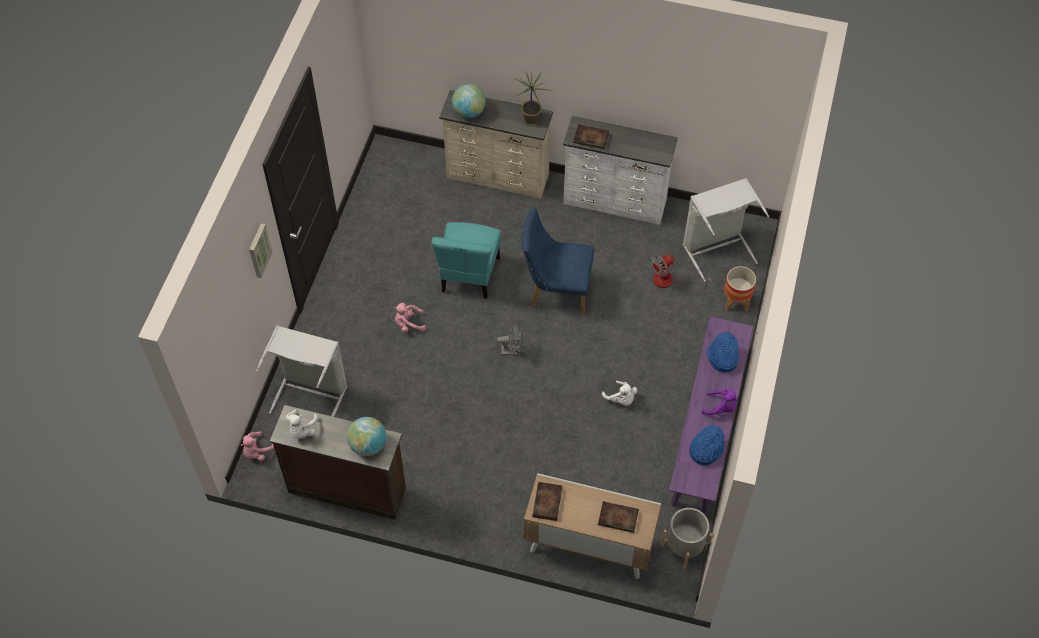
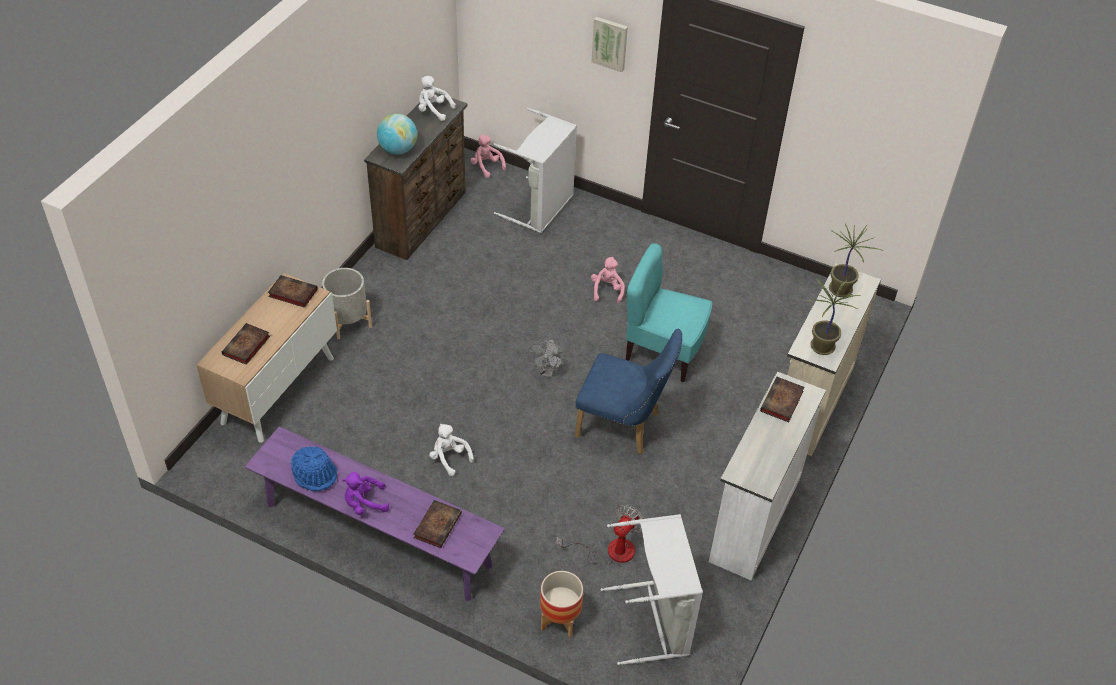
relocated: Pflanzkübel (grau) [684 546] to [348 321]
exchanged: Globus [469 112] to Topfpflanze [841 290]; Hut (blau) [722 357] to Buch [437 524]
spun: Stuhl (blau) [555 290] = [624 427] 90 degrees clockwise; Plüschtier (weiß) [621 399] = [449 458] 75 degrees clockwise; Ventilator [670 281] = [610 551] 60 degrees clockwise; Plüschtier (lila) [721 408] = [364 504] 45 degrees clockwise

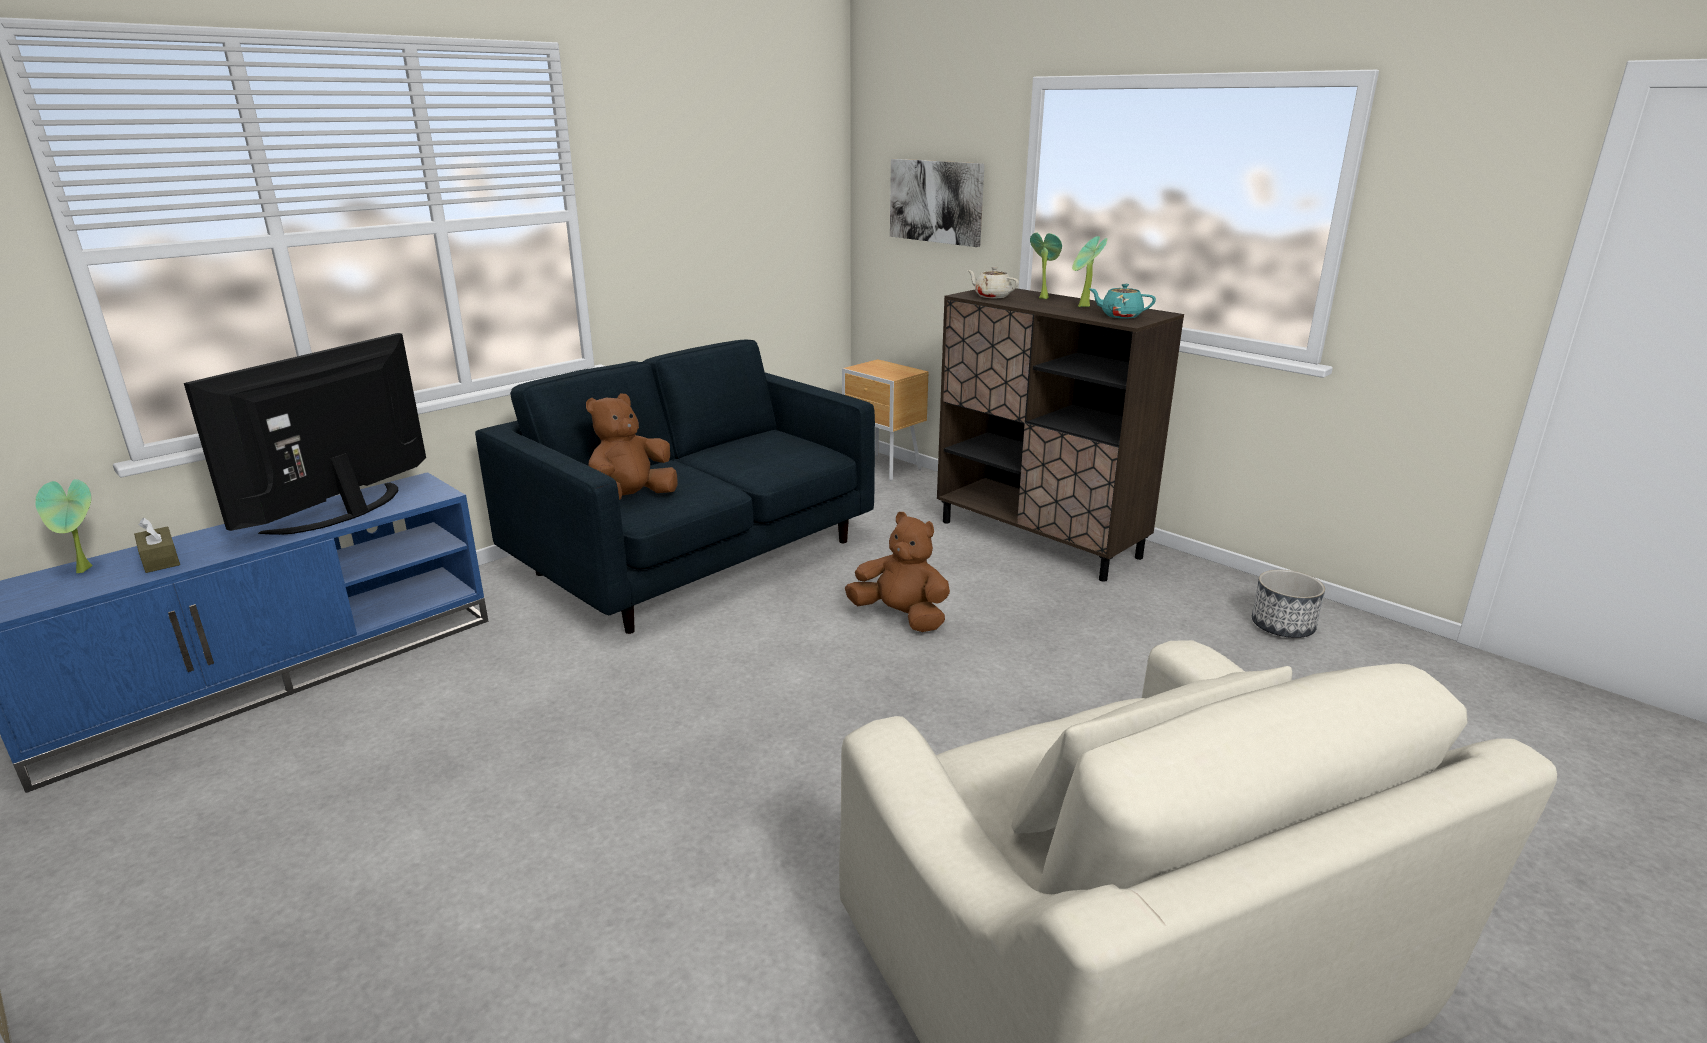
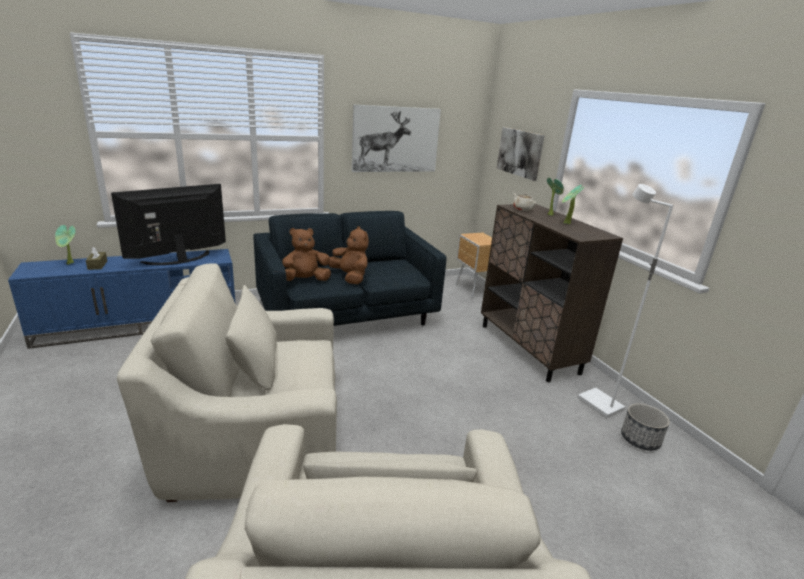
missing: Teekanne (türkis) [1120 316]
appeared: Sessel (beige) [254 433]; Bild [395 139]; Stehlampe (weiß) [599 404]
relocated: Plüschtier (braun) [901 617] to [350 277]

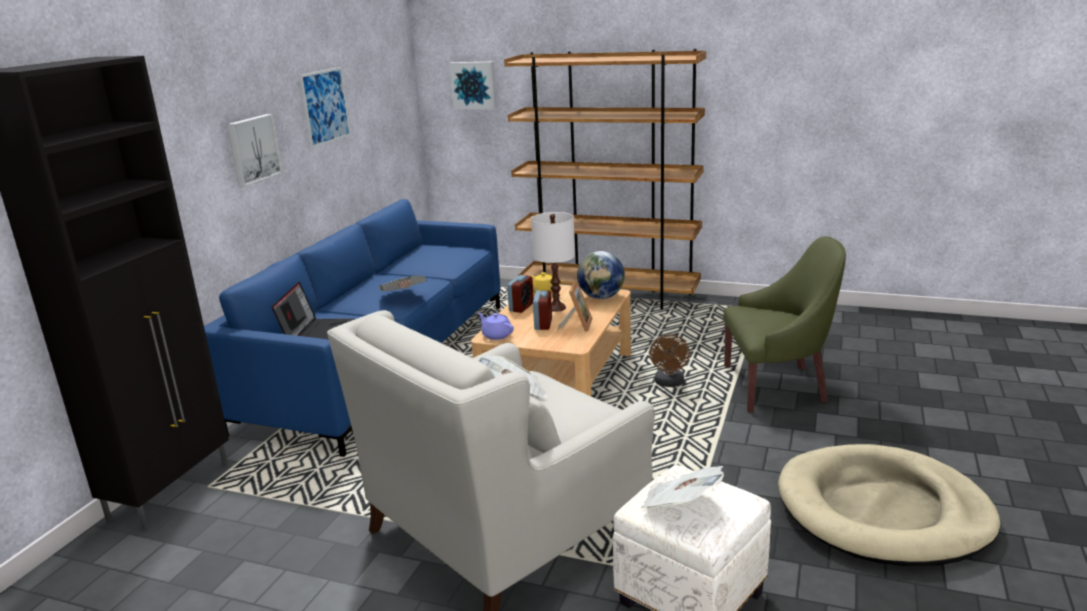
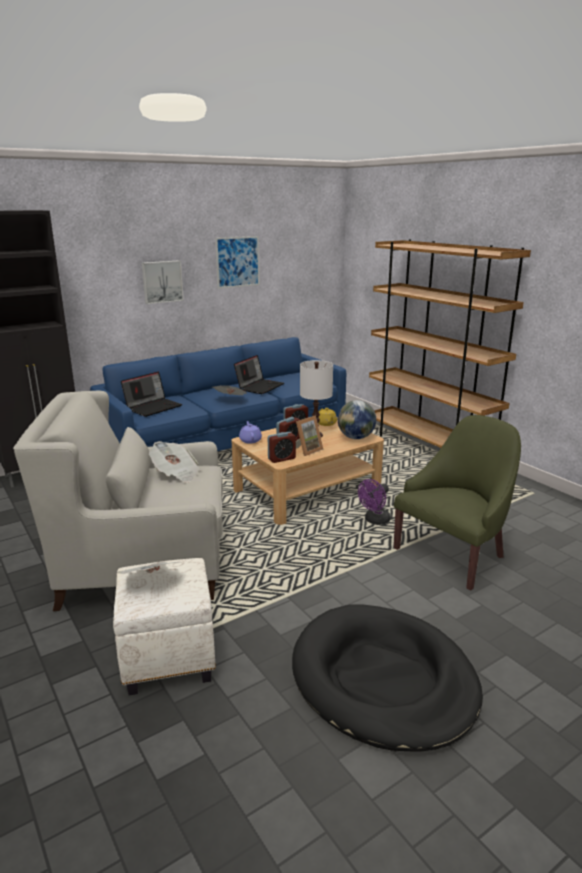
missing: Bild [474 85]
appeared: Laptop [259 386]; Wecker [281 459]
colour: Ventilator (braun) [669 383] to Ventilator (lila) [374 521]; Hundebett (beige) [883 511] to Hundebett (schwarz) [383 680]
spun: Sessel (grün) [777 385] = [453 554] 75 degrees counterclockwise

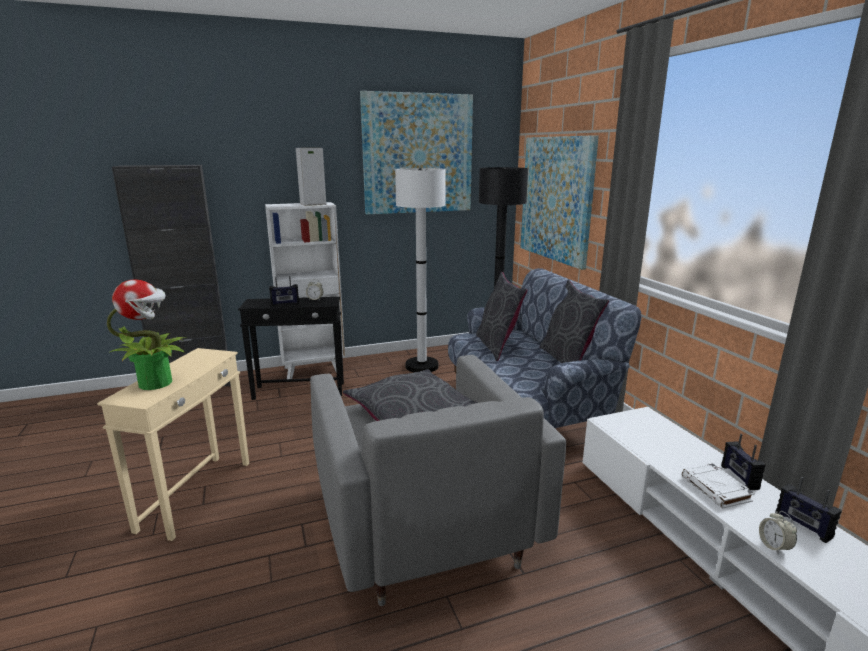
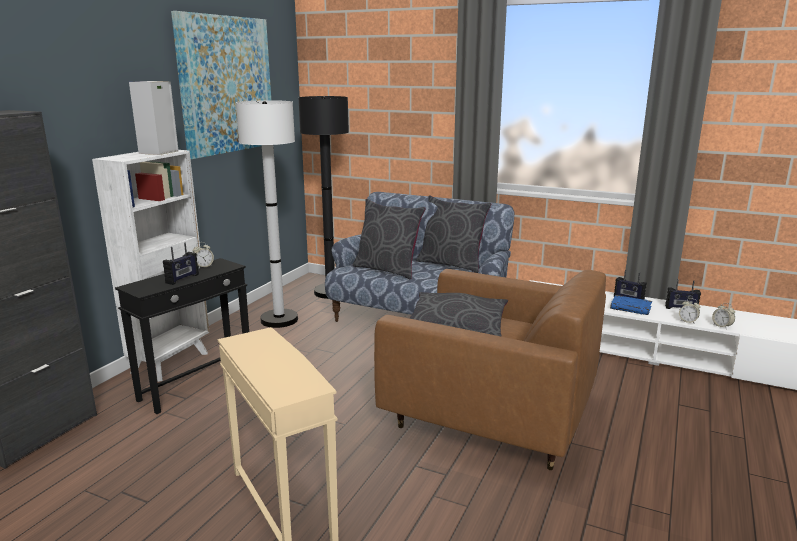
missing: Topfpflanze [157 383]; Bild [556 199]
appeared: Wecker [722 326]
colour: Sessel (grau) [423 524] to Sessel (braun) [490 417]; Buch (weiß) [716 489] to Buch (blau) [631 308]

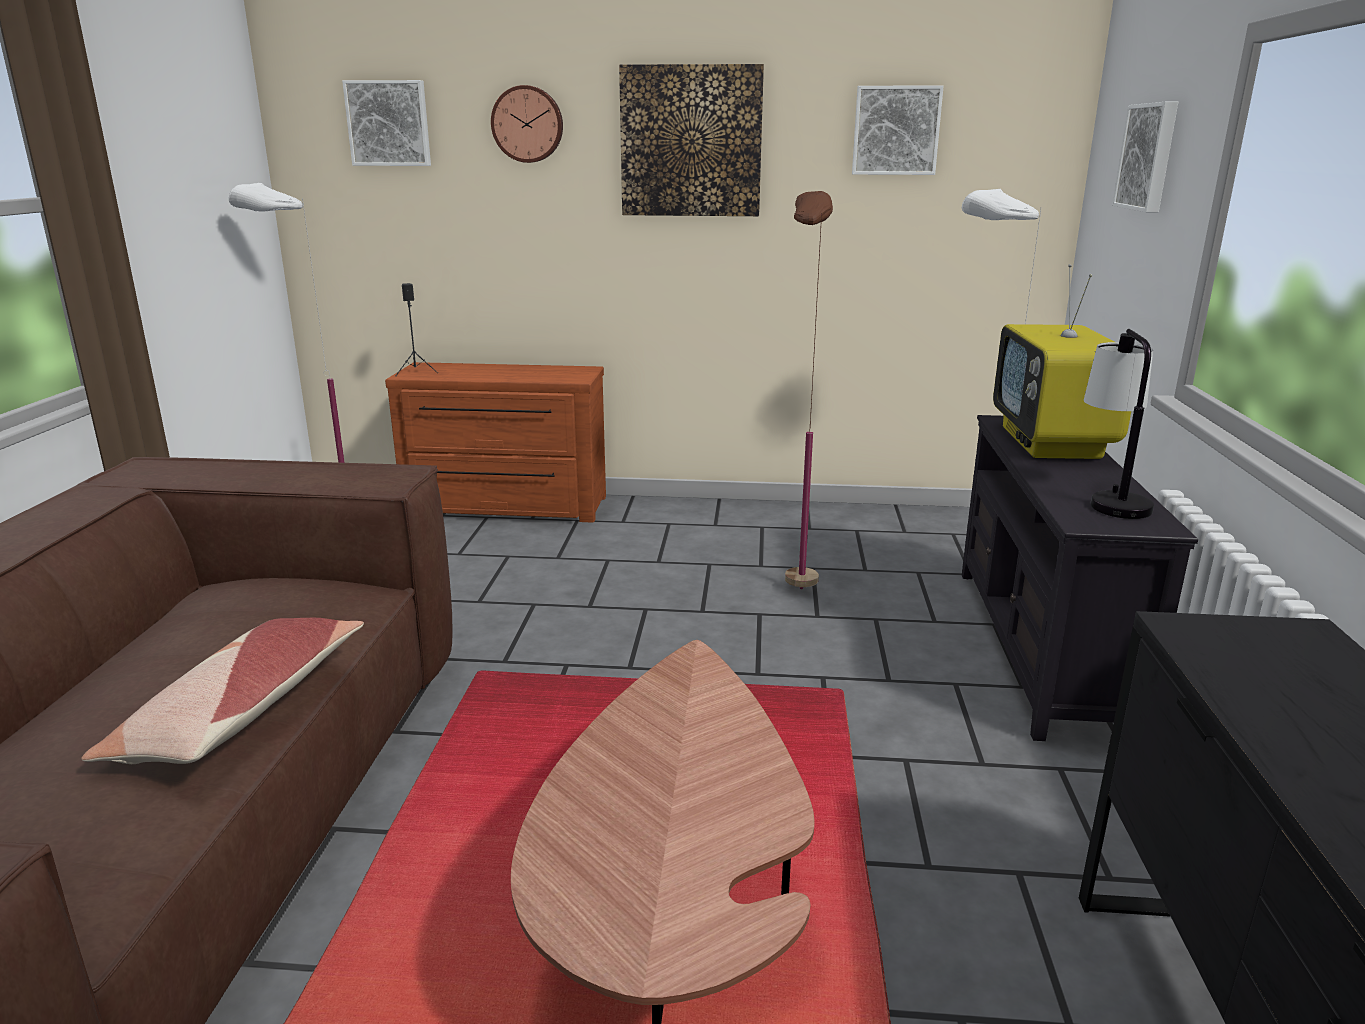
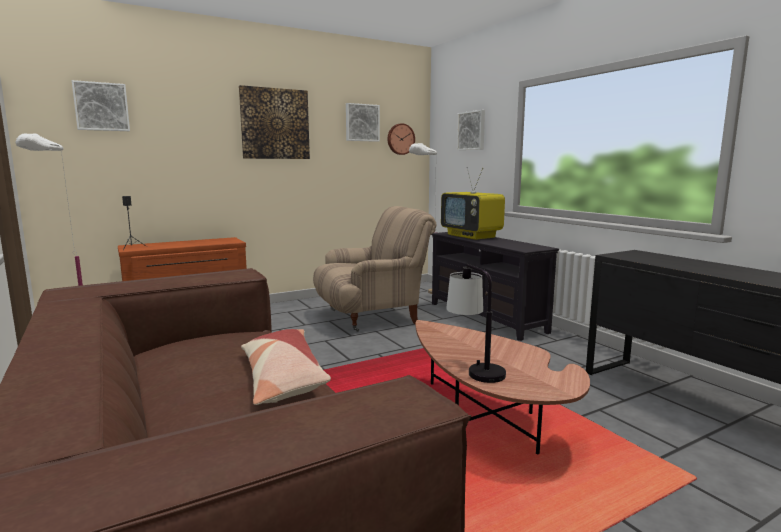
relocated: Wanduhr [528 124] to [400 139]; Tischlampe [1109 498] to [474 369]
exchanged: Stehlampe (braun) [796 576] to Sessel (beige) [372 317]

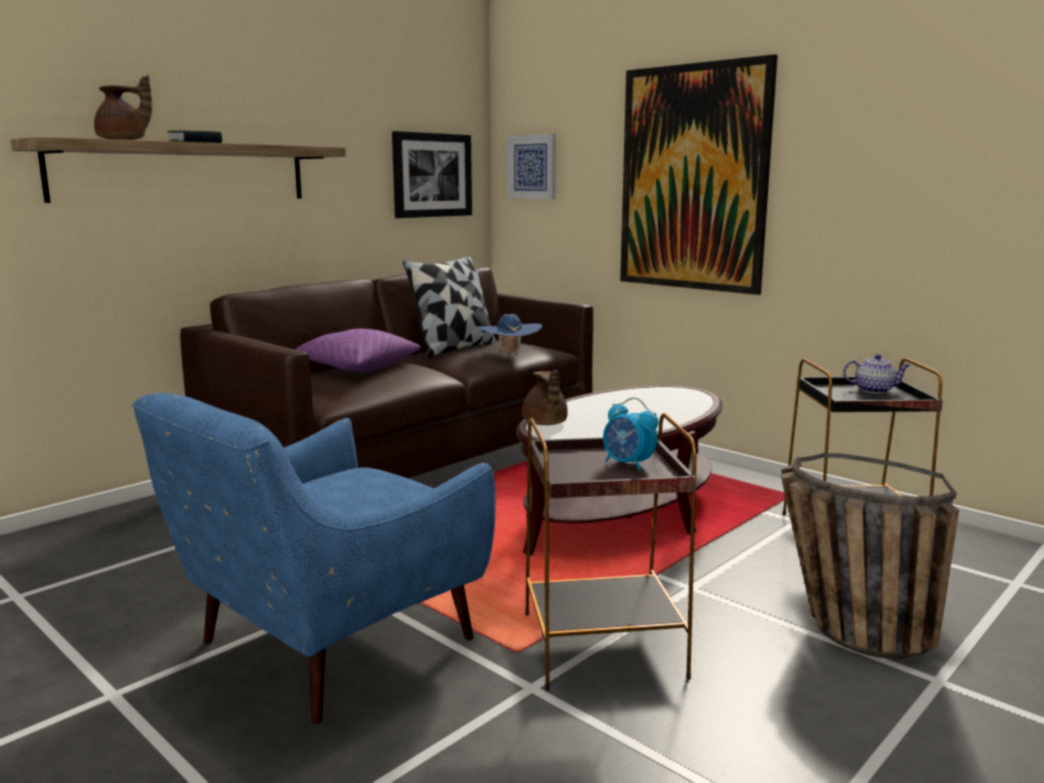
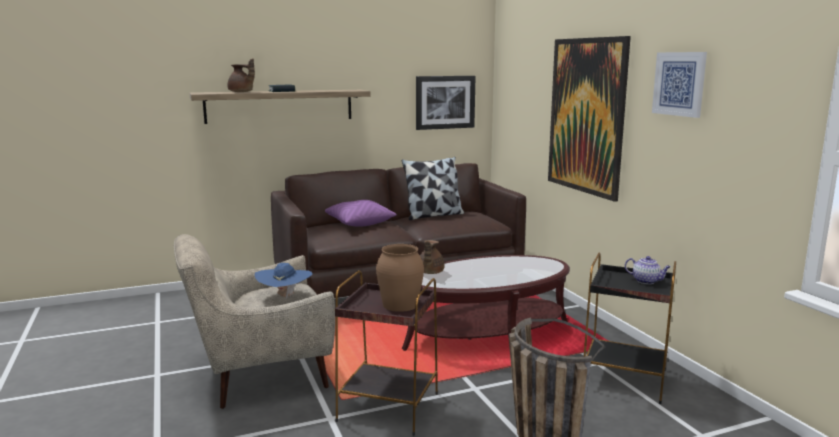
relocated: Hut (blau) [509 353] to [285 296]; Bild [532 167] to [679 84]
exchanged: Wecker [628 464] to Vase (braun) [400 305]
colour: Sessel (blau) [325 646] to Sessel (beige) [258 375]

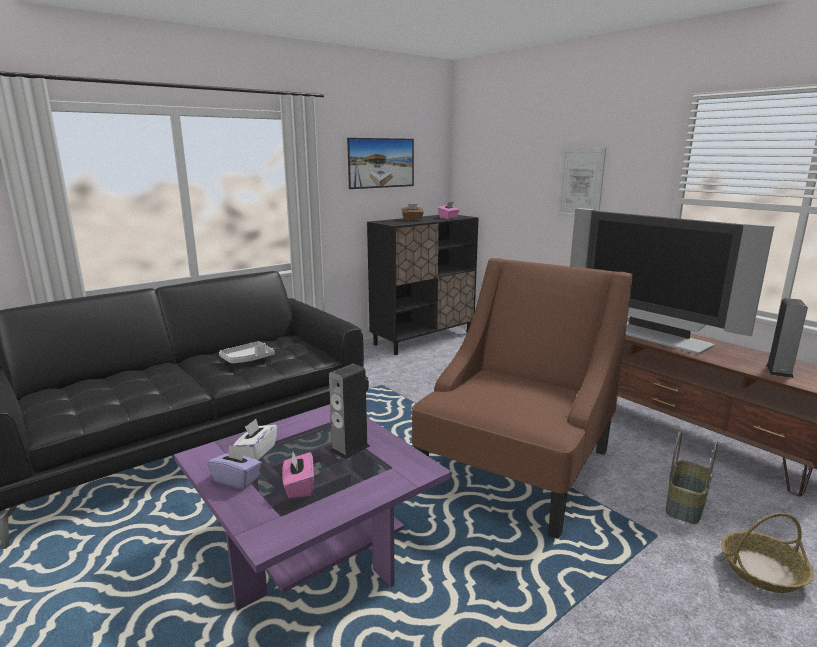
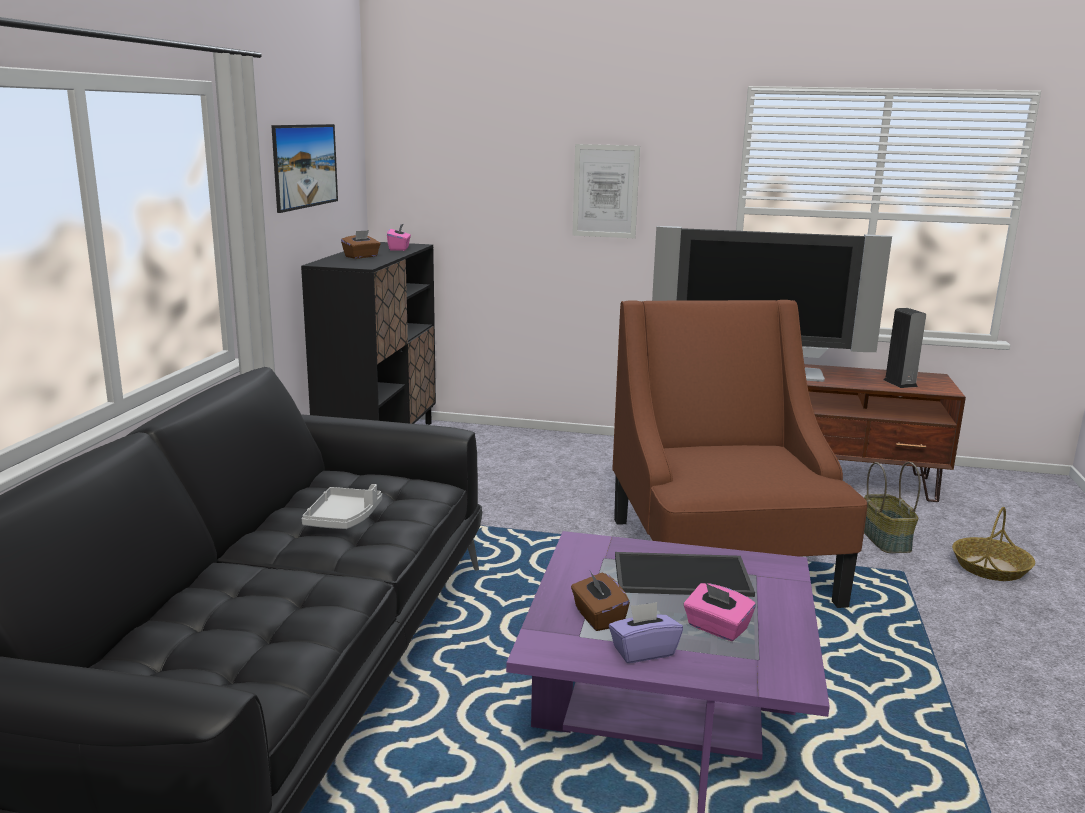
exchanged: Lautsprecher [350 448] to Tablett [683 574]
colour: Taschentuchbox (weiß) [256 452] to Taschentuchbox (braun) [598 617]

